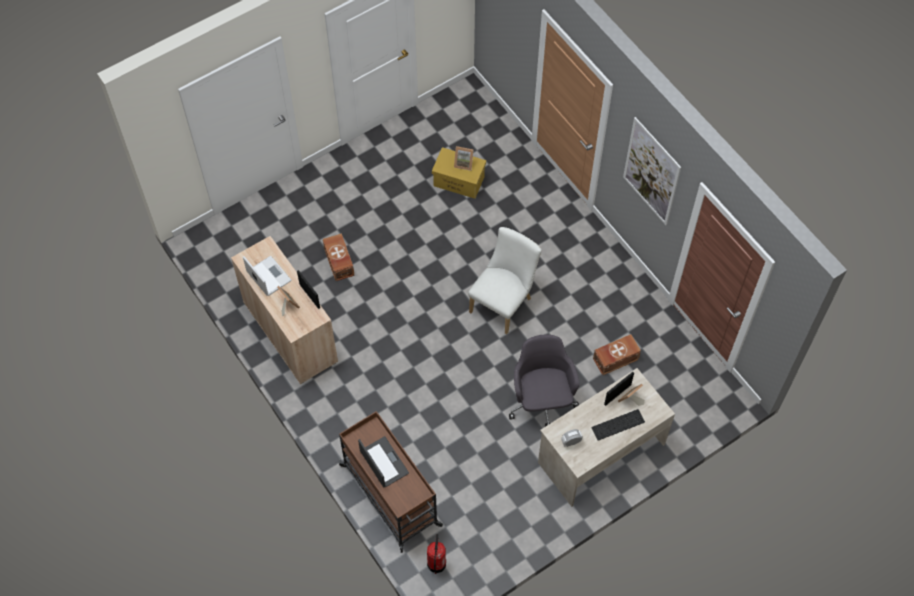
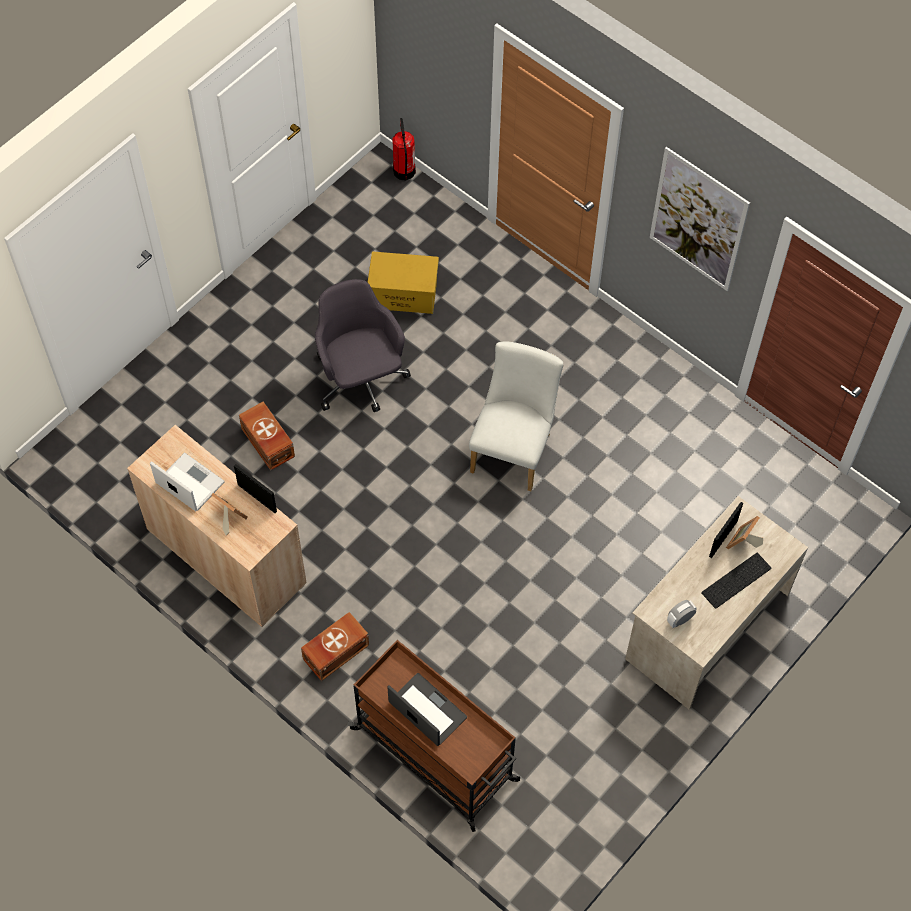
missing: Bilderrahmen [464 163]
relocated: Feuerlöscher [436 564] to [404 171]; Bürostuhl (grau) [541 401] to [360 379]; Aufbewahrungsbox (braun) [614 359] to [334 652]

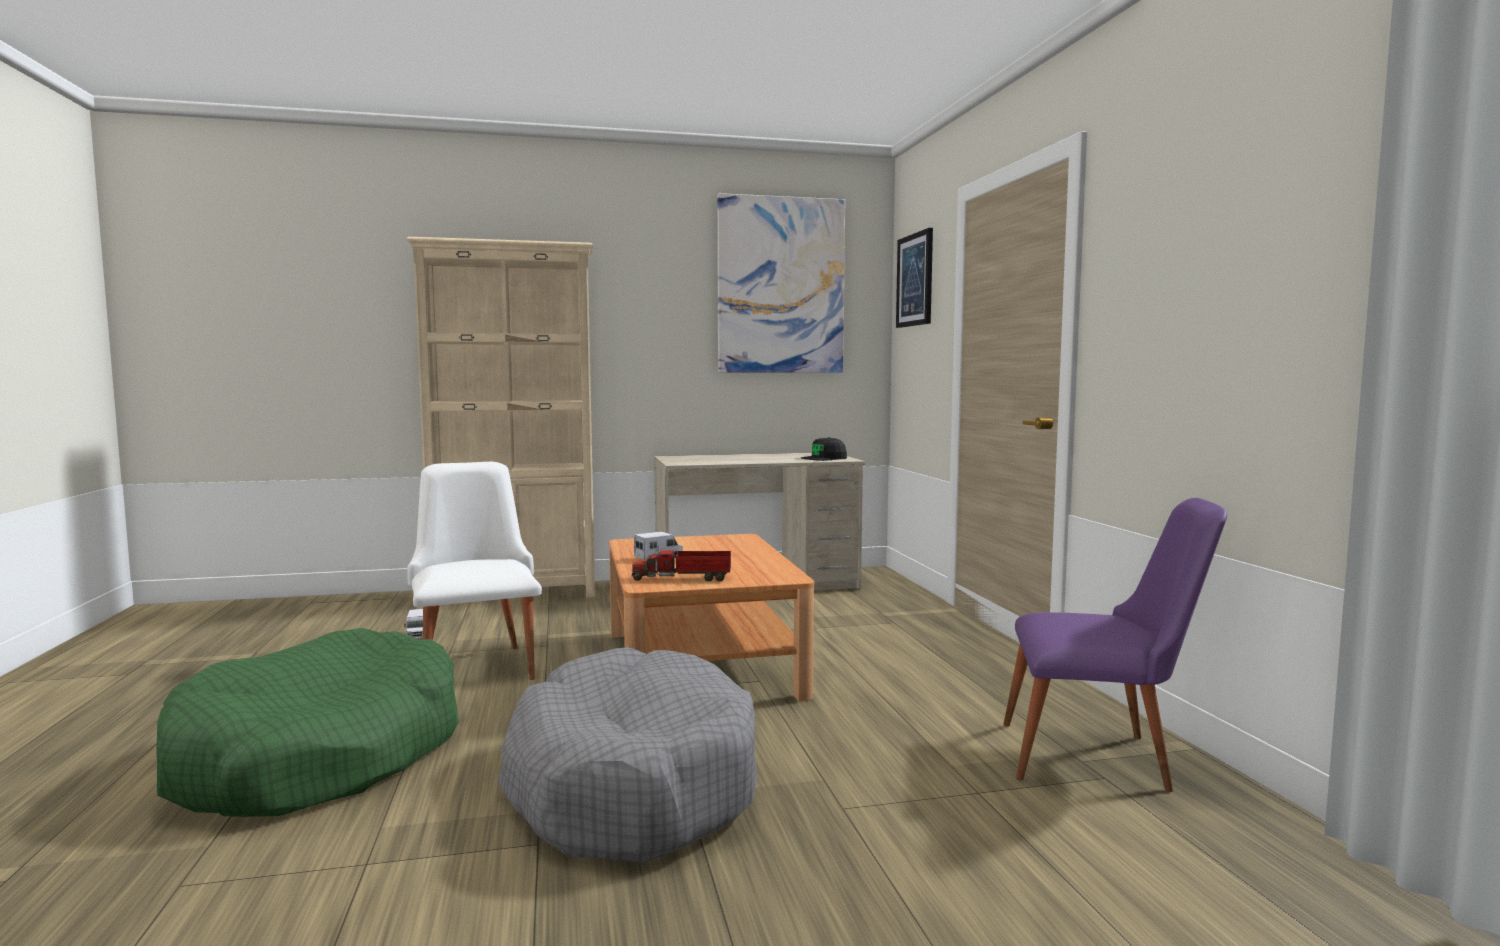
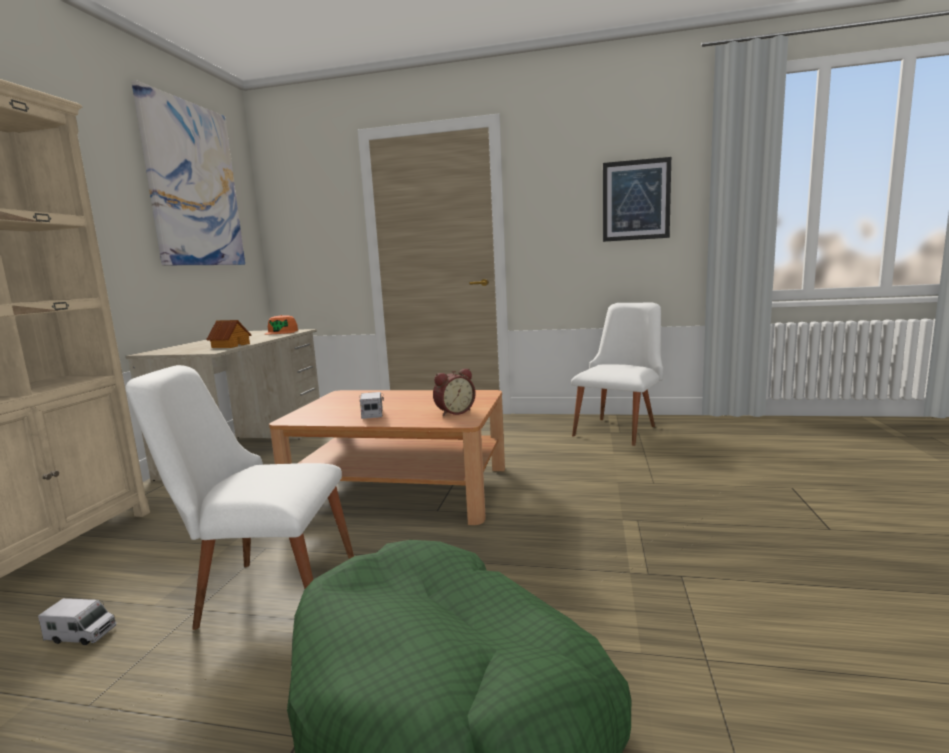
missing: Hundebett (grau) [631 784]
appeared: Spielzeughaus [230 345]
relocated: Bild [915 280] to [636 200]
exchanged: Spielzeuglaster [685 578] to Wecker [454 412]
colour: Kappe (schwarz) [824 458] to Kappe (orange) [282 332]; Stuhl (lila) [1102 759] to Stuhl (weiß) [620 429]

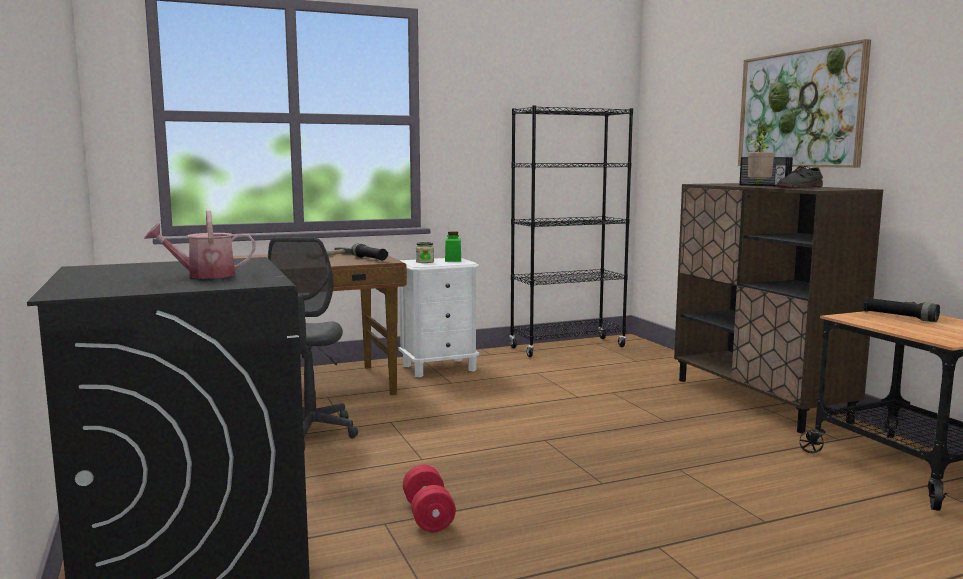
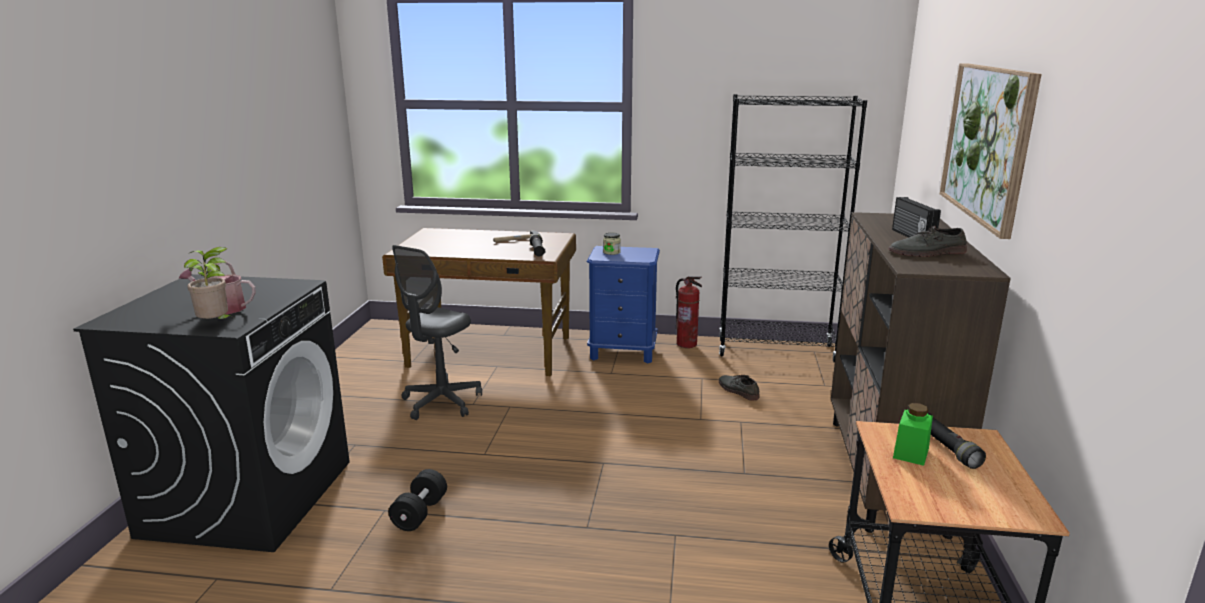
appeared: Feuerlöscher [687 344]; Schuh (grau) [737 390]
relocated: Vorratsglas (grün) [453 260] to [911 453]; Topfpflanze [759 187] to [216 324]
colour: Nachttisch (weiß) [439 368] to Nachttisch (blau) [623 352]; Hantel (rot) [428 515] to Hantel (schwarz) [420 513]

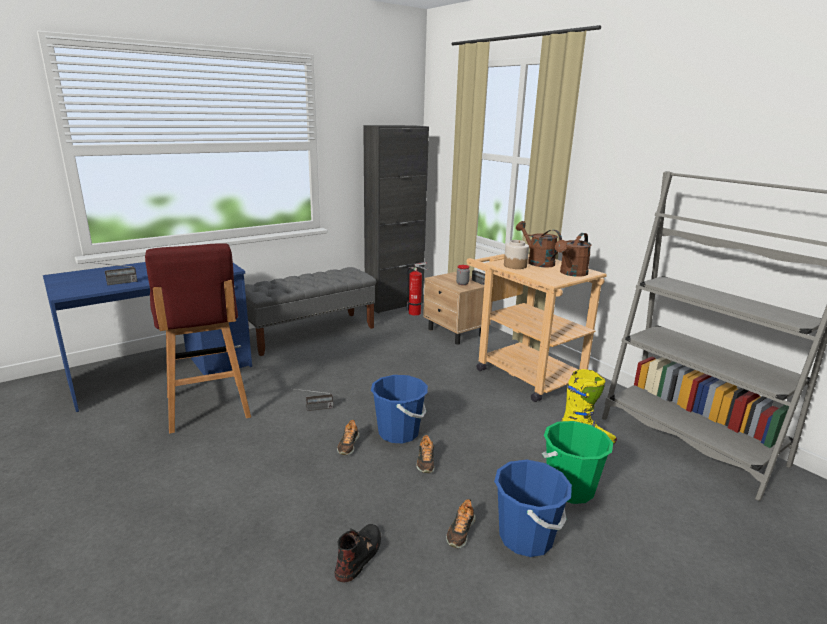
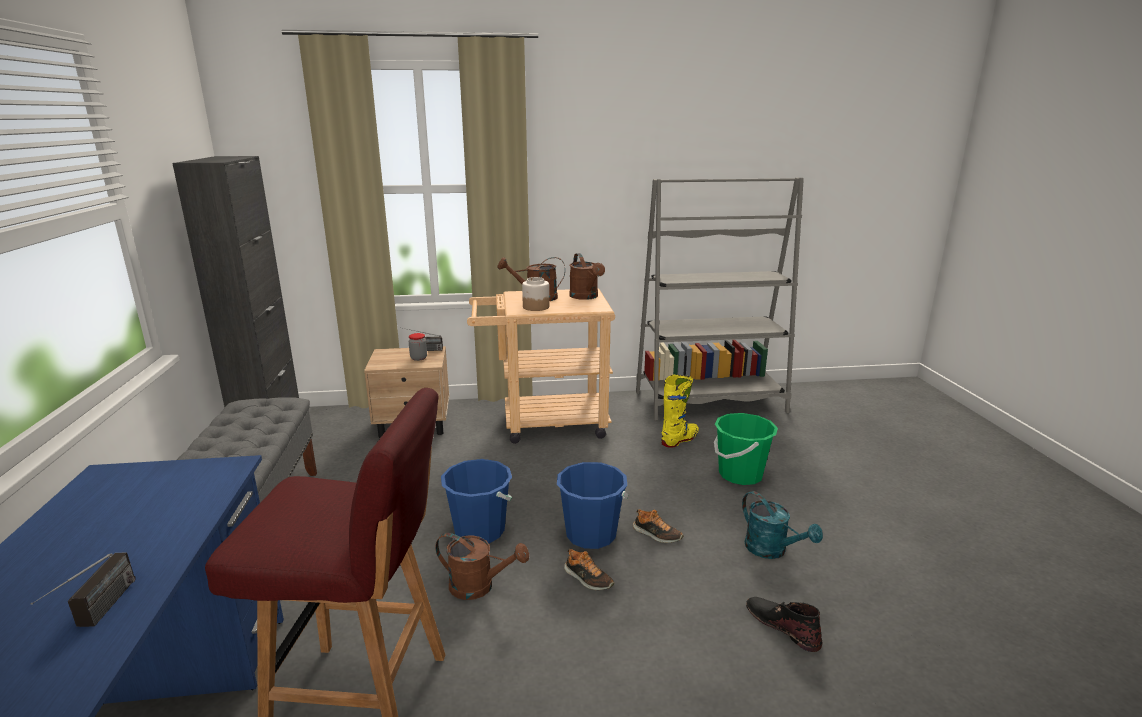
missing: Feuerlöscher [416 313]
relocated: Eimer (blau) [526 537] to [480 531]
exchanged: Radio [312 409] to Gießkanne (braun) [479 586]; Schuh [460 531] to Gießkanne (türkis) [772 550]

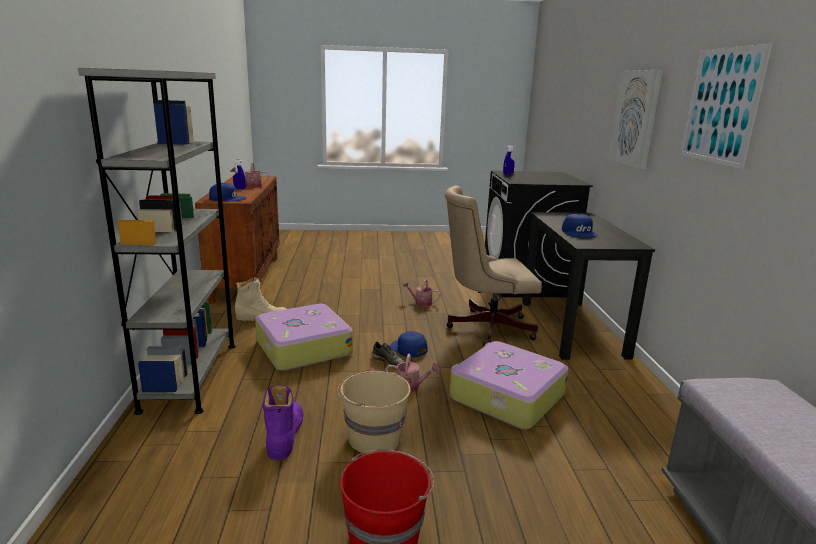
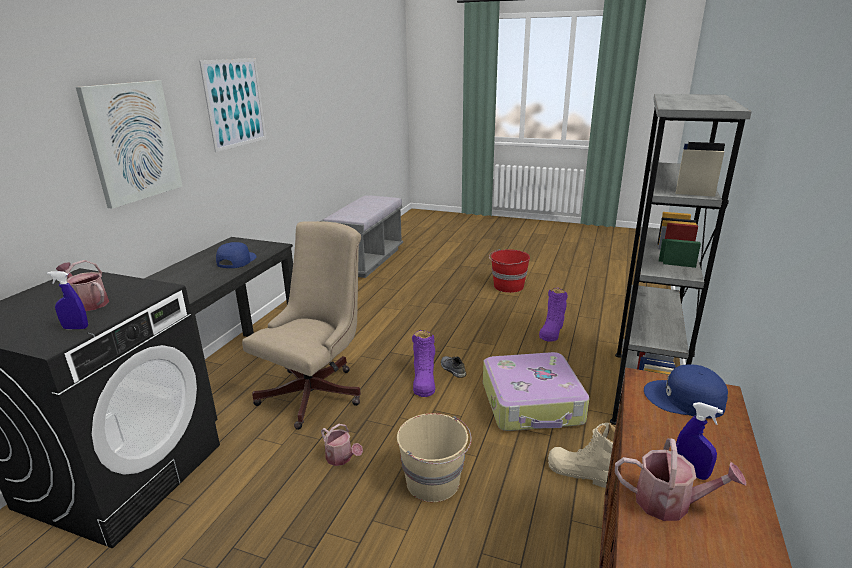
missing: Koffer [505 396]
relocated: Eimer (beige) [373 438] to [434 482]; Gießkanne [411 386] to [88 303]
exchanged: Kappe (blau) [408 349] to Stiefel (lila) [424 380]
spun: Bürostuhl (beige) [485 327] = [317 391] 75 degrees counterclockwise

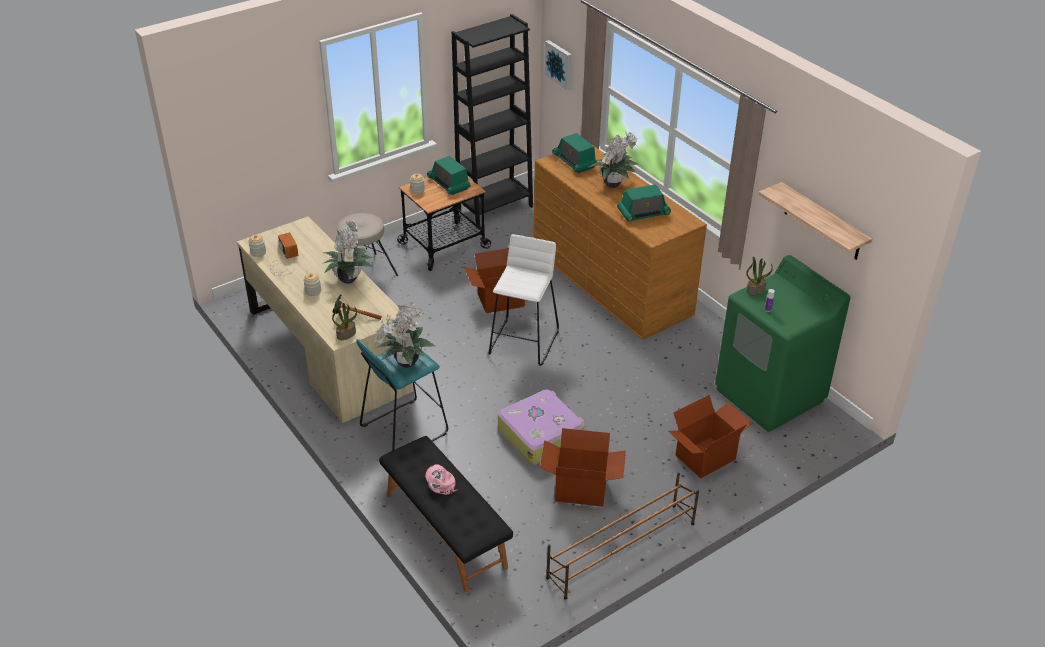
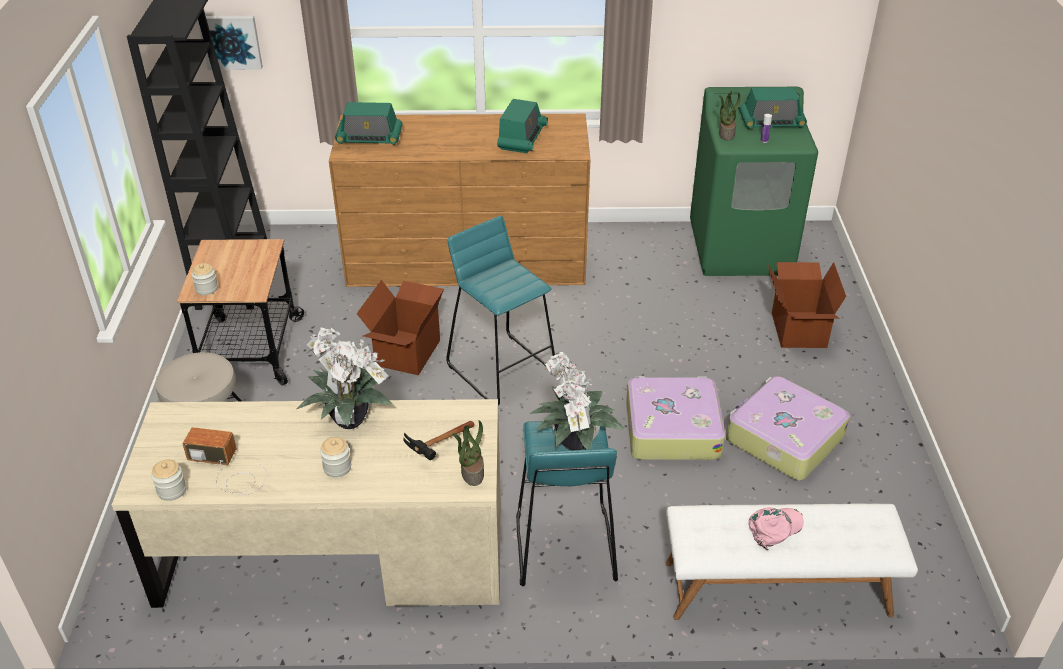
missing: Schuhregal (braun) [621 550]; Topfpflanze [614 184]; Wandregal [822 222]
relocated: Radio [449 183] to [771 122]
exchanged: Karton [581 488] to Koffer [783 438]
colour: Bank (schwarz) [444 530] to Bank (weiß) [777 589]; Hocker (weiß) [524 342] to Hocker (türkis) [502 369]
spun: Kappe (rosa) [440 482] = [775 528] 135 degrees clockwise

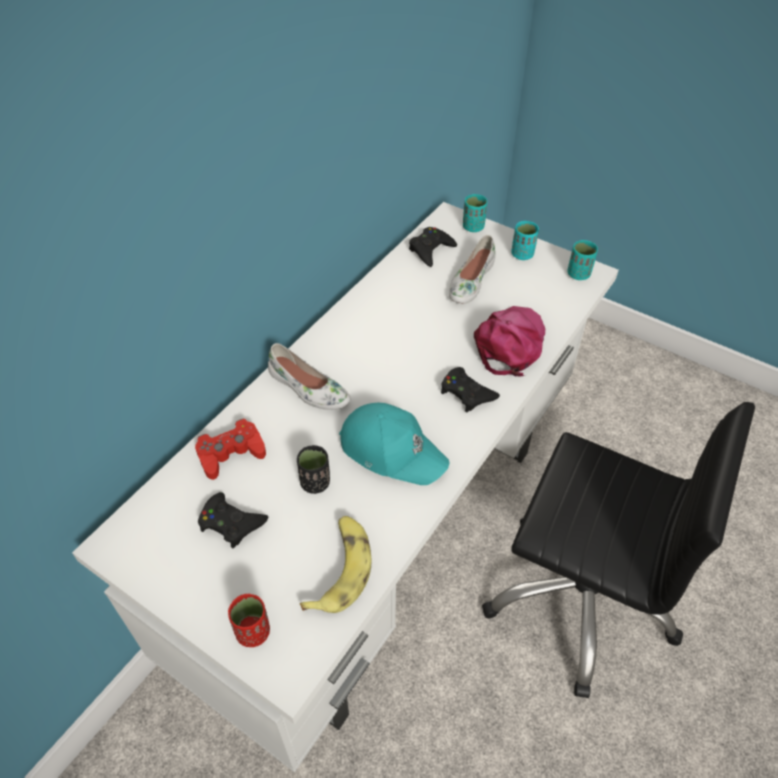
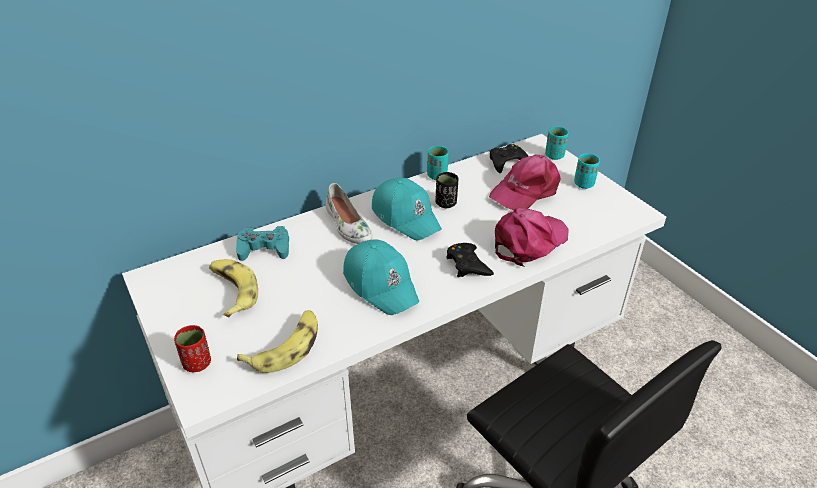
appeared: Kappe (türkis) [406 216]
relocated: Tasse (schwarz) [315 483] to [446 203]; Tasse (türkis) [578 274] to [437 176]
exchanged: Gamepad (schwarz) [231 523] to Banane [232 291]; Schuh (weiß) [470 281] to Kappe (rosa) [526 190]
colour: Gamepad (rot) [231 453] to Gamepad (türkis) [264 249]

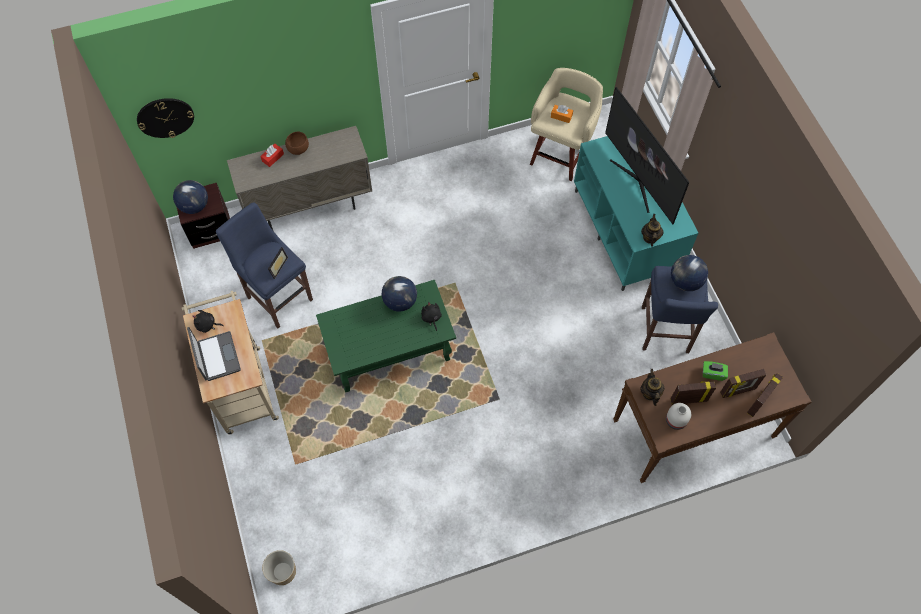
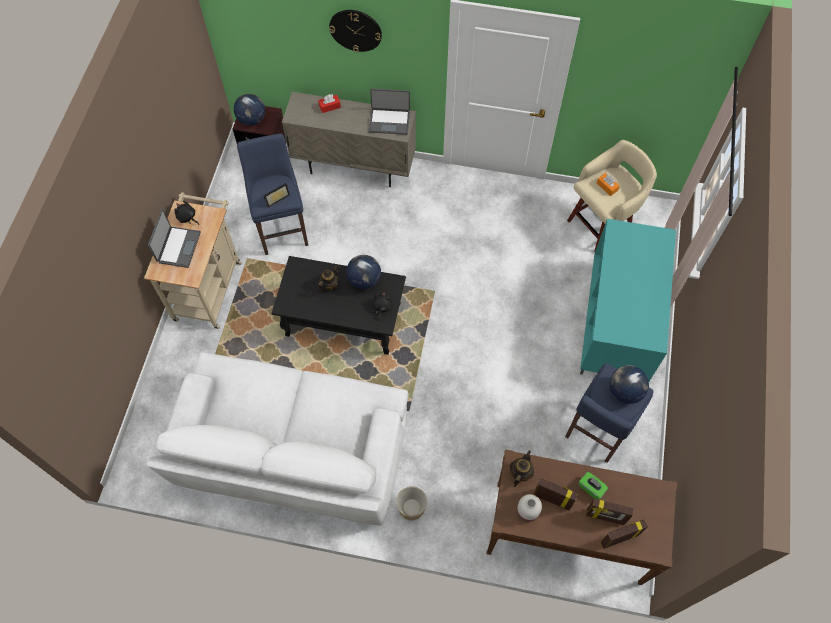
missing: Schüssel (braun) [298 149]; Fernseher [638 181]
appeared: Sofa (weiß) [292 450]; Laptop [389 121]
relocated: Wanduhr [165 117] to [355 30]; Pflanzkübel [283 572] to [412 508]; Teekanne [650 237] to [329 285]
colour: Couchtisch (grün) [388 350] to Couchtisch (schwarz) [342 319]

